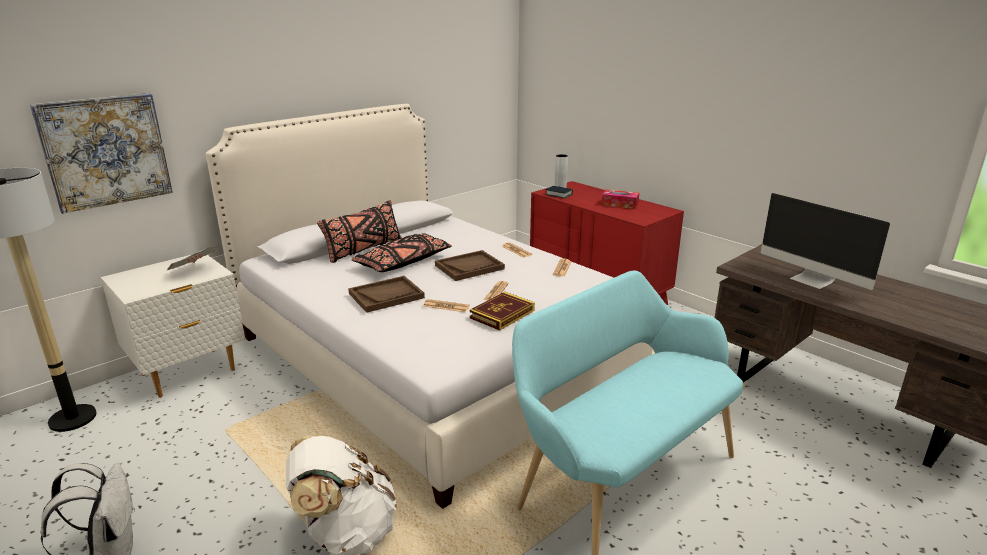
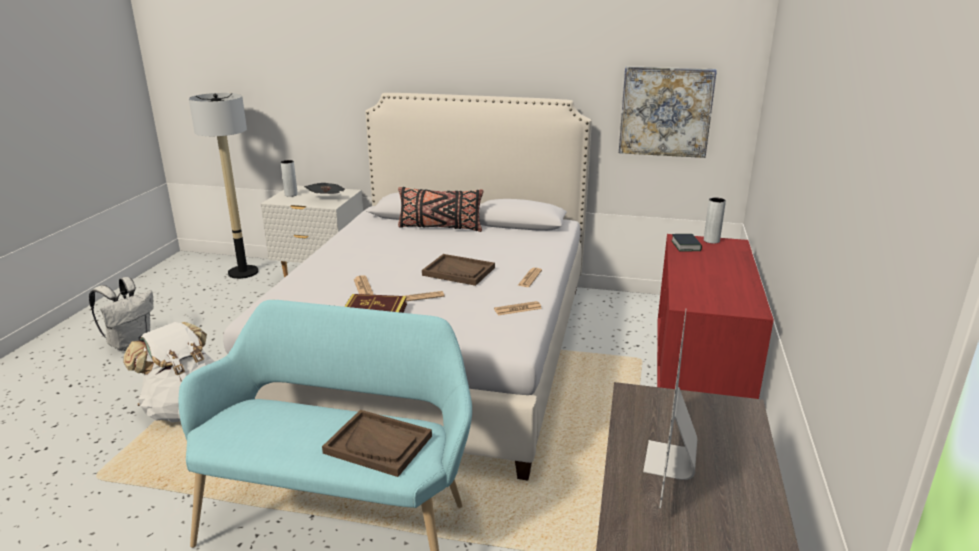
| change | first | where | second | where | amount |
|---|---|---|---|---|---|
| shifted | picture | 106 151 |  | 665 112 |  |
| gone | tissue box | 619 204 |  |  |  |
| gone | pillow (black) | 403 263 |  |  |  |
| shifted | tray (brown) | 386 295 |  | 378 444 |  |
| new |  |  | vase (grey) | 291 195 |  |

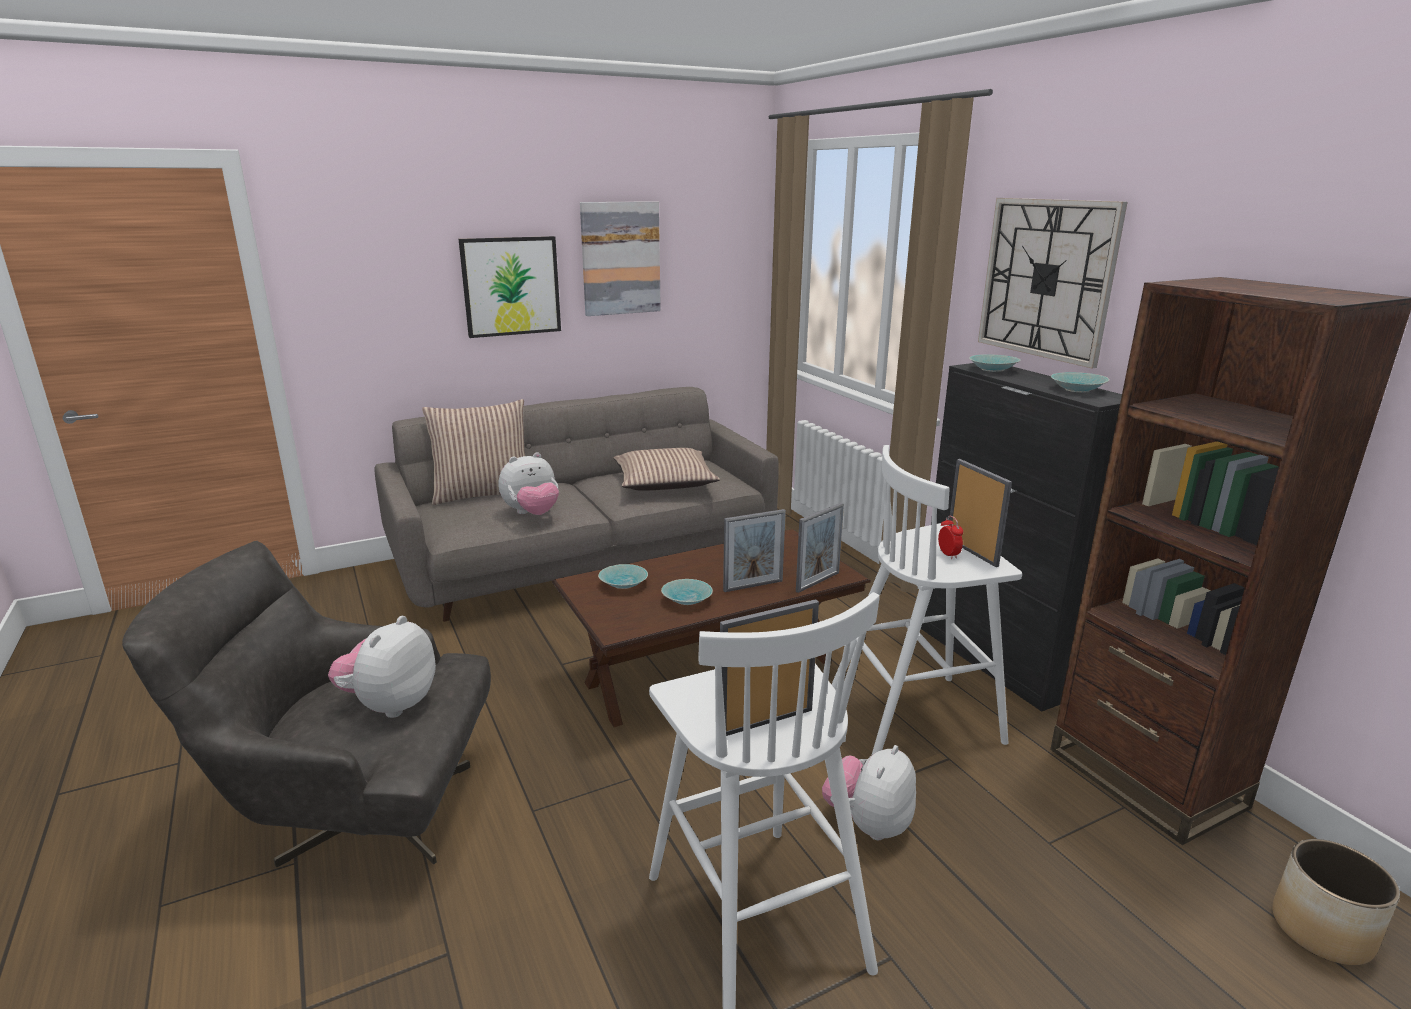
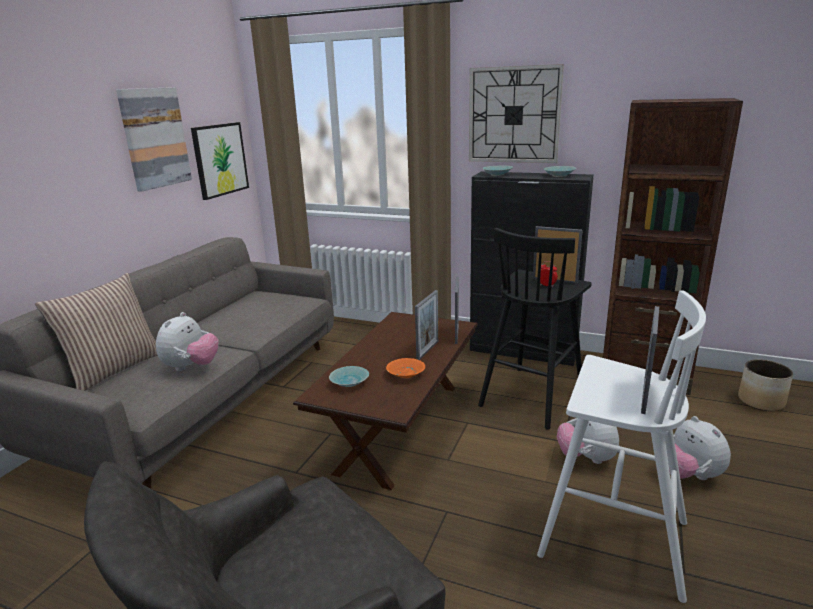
| change | first | where | second | where | amount |
|---|---|---|---|---|---|
| shifted | picture | 511 286 |  | 220 159 |  |
| repainted | stool (white) | 917 718 | stool (black) | 532 395 |  |
| gone | pillow | 664 482 |  |  |  |
| repainted | bowl (turquoise) | 685 599 | bowl (orange) | 404 374 |  |
| shifted | plush toy | 390 704 |  | 689 475 |  |

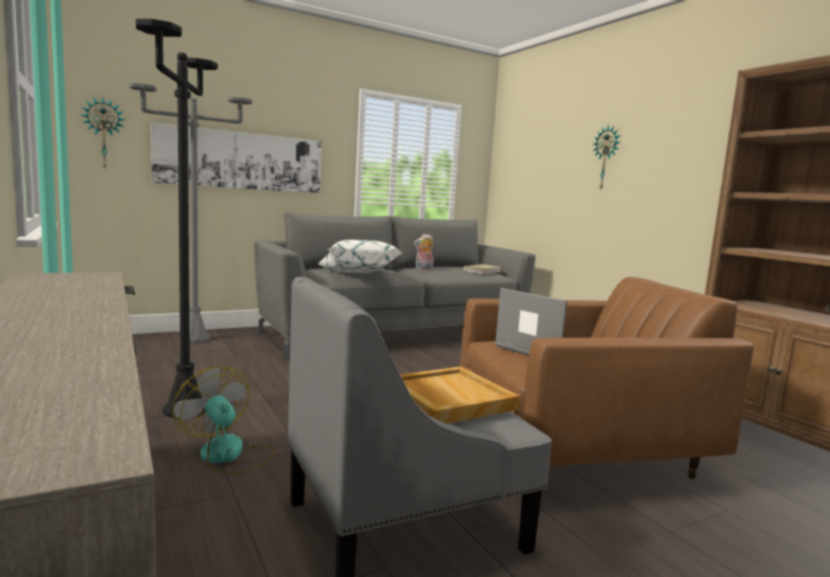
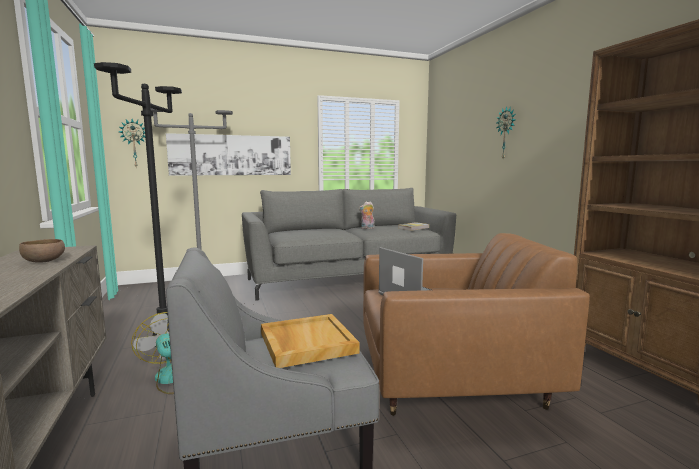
| change | first | where | second | where | amount |
|---|---|---|---|---|---|
| gone | pillow (white) | 357 274 |  |  |  |
| new |  |  | bowl (brown) | 45 261 |  |

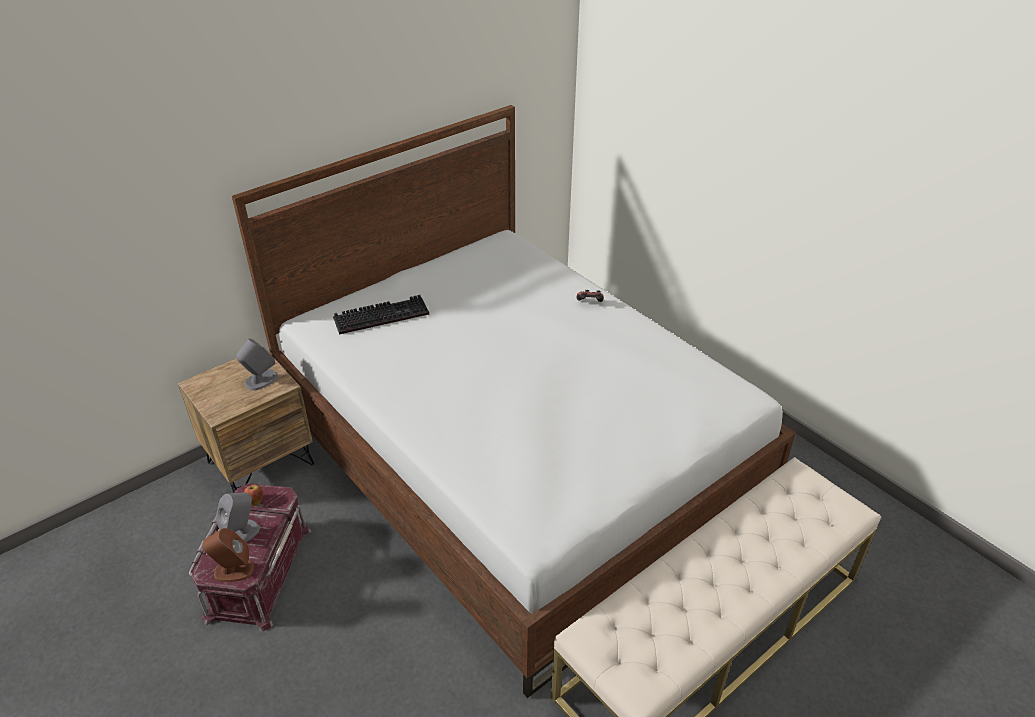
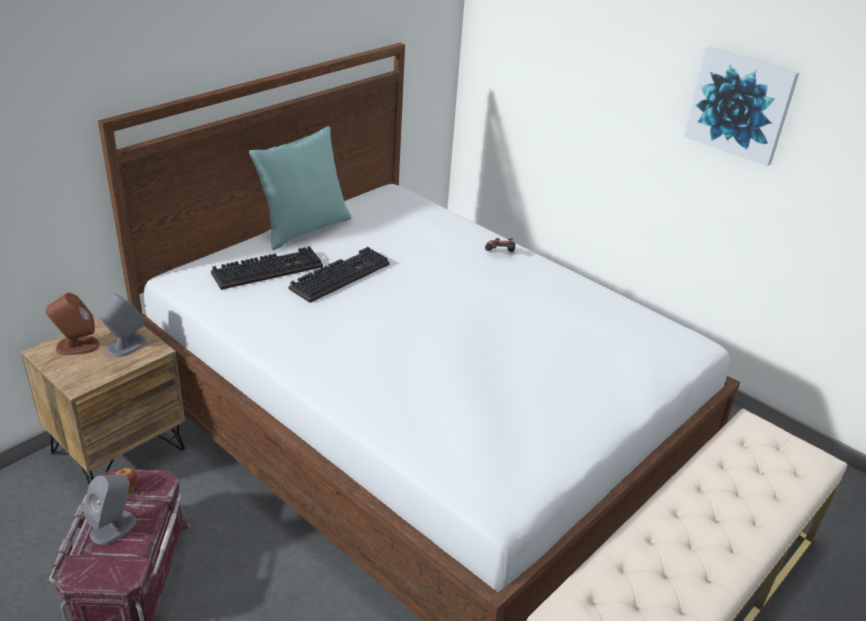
| change | first | where | second | where | amount |
|---|---|---|---|---|---|
| shifted | speaker (brown) | 233 570 |  | 76 346 |  |
| new |  |  | picture | 740 105 |  |
| new |  |  | pillow (turquoise) | 303 229 |  |
| new |  |  | keyboard | 340 275 |  |

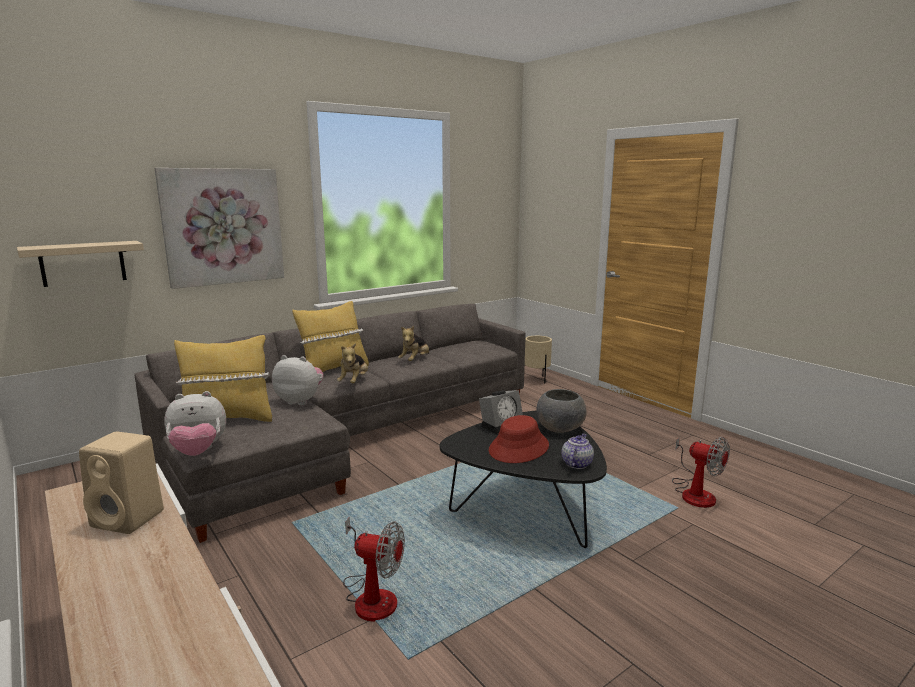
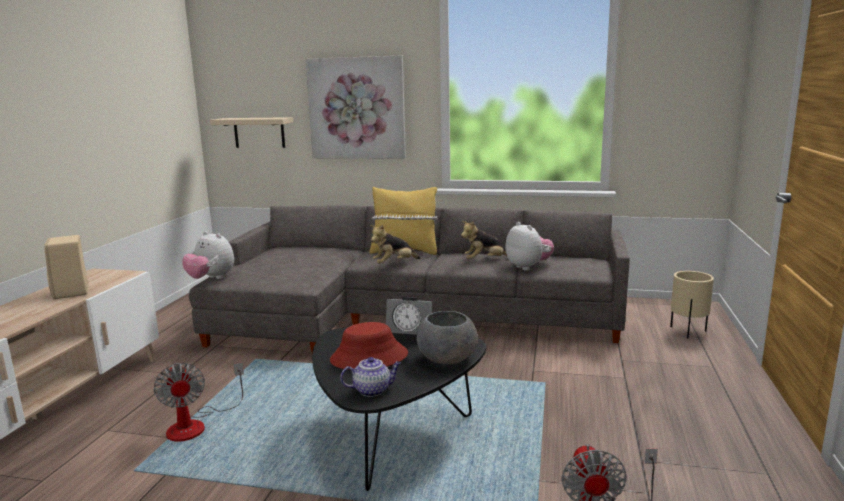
| change | first | where | second | where | amount |
|---|---|---|---|---|---|
| gone | pillow (yellow) | 227 420 |  |  |  |
| shifted | plush toy | 300 401 |  | 528 267 |  |

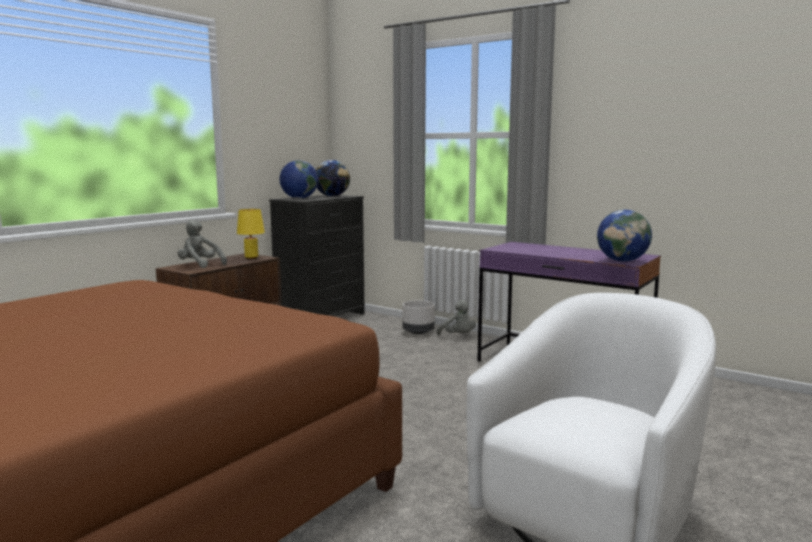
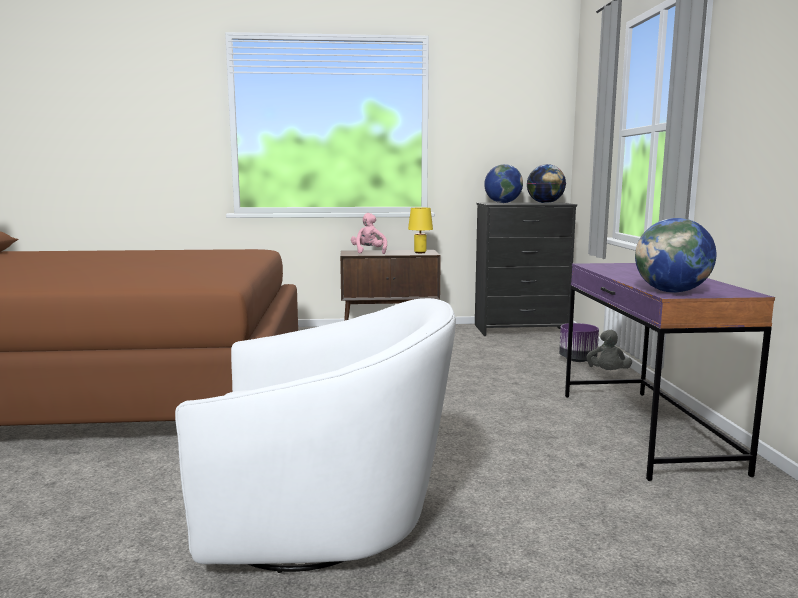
| change | first | where | second | where | amount |
|---|---|---|---|---|---|
| repainted | plush toy (grey) | 200 265 | plush toy (pink) | 368 252 |  |
| repainted | planter (grey) | 418 332 | planter (purple) | 578 360 |  |

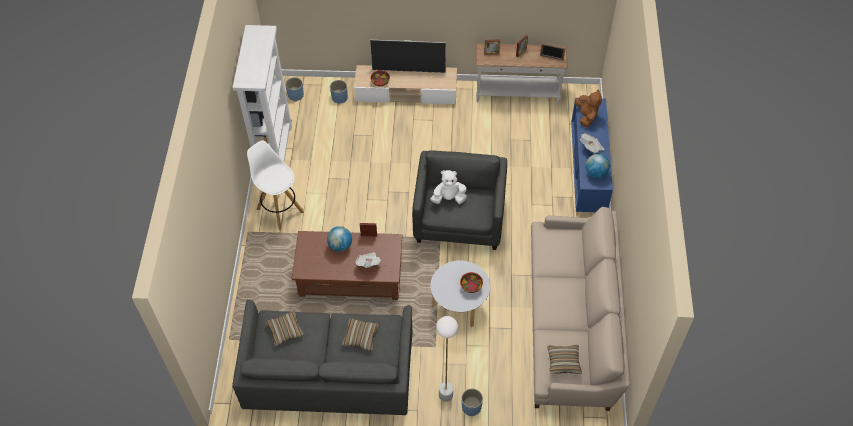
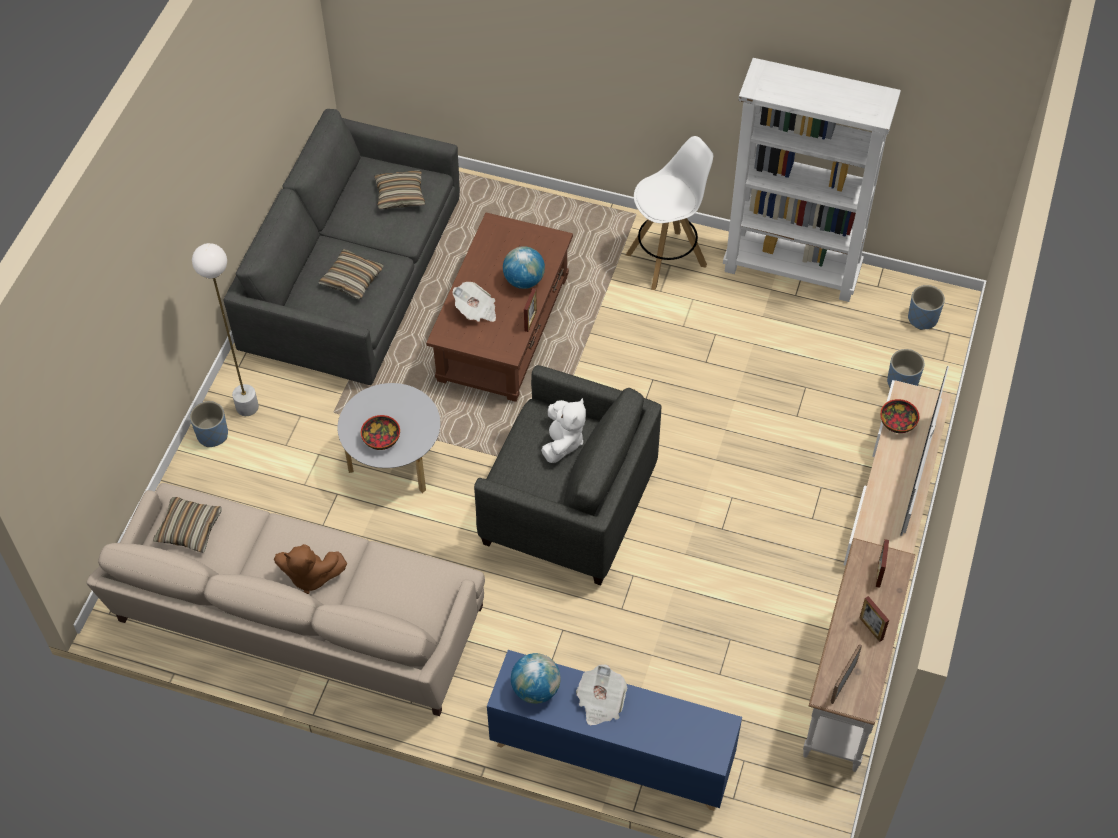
| change | first | where | second | where | amount |
|---|---|---|---|---|---|
| shifted | plush toy (brown) | 586 116 |  | 310 576 |  |

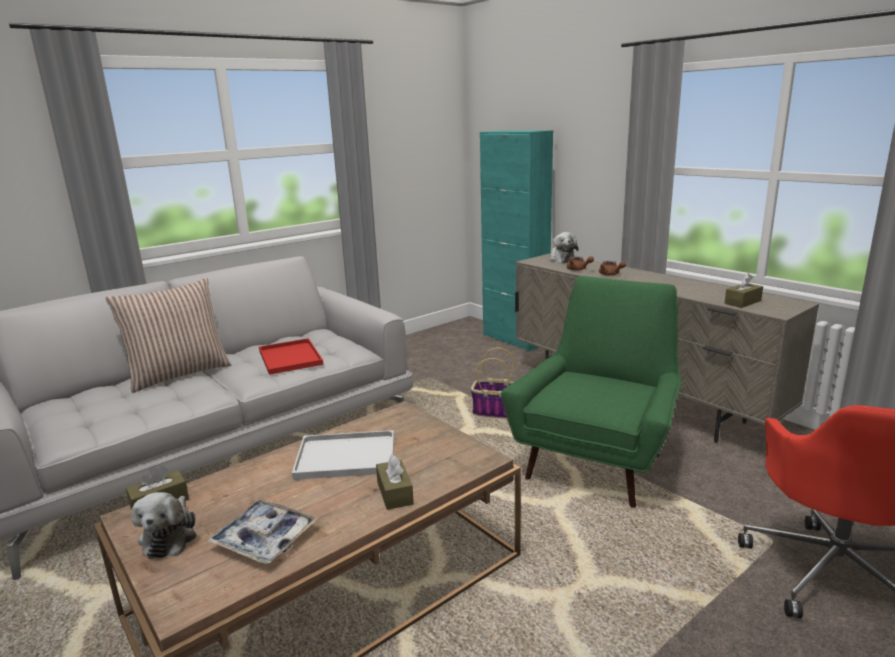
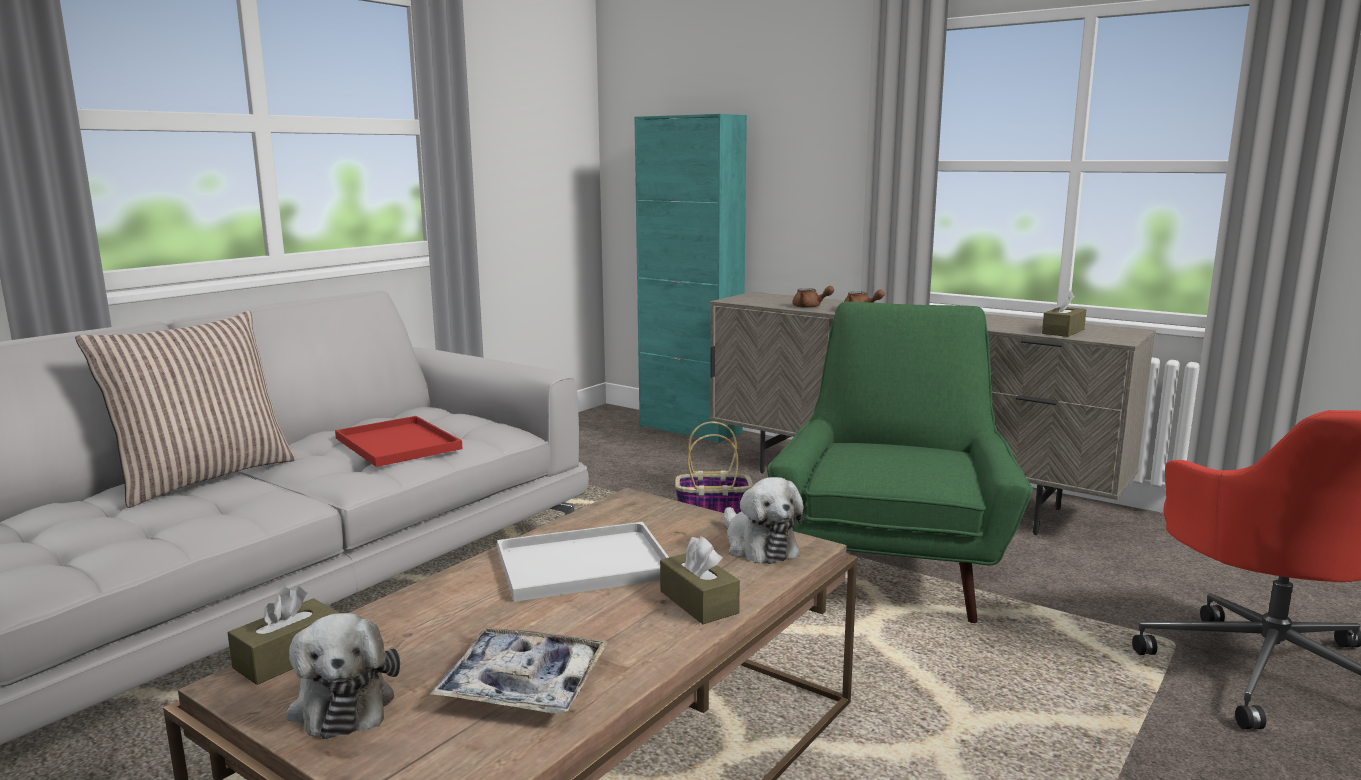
| change | first | where | second | where | amount |
|---|---|---|---|---|---|
| shifted | plush toy | 561 259 |  | 758 546 |  |

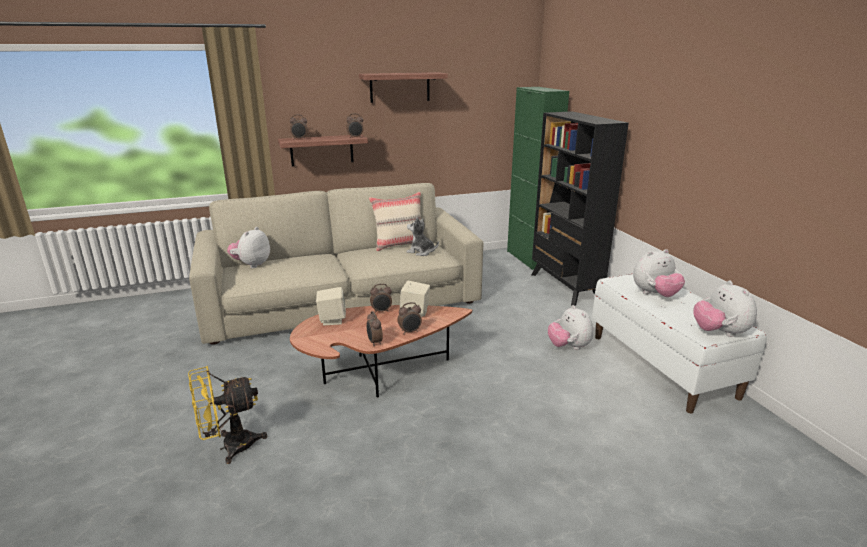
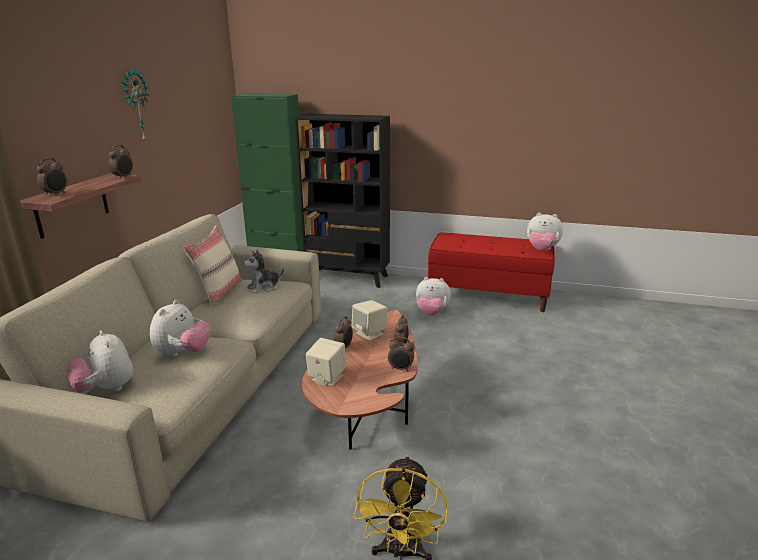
| change | first | where | second | where | amount |
|---|---|---|---|---|---|
| swapped | shelf | 400 87 | wall clock | 136 106 |  |
| shifted | plush toy | 655 294 |  | 183 353 |  |
| repainted | bench (white) | 662 365 | bench (red) | 488 295 |  |

